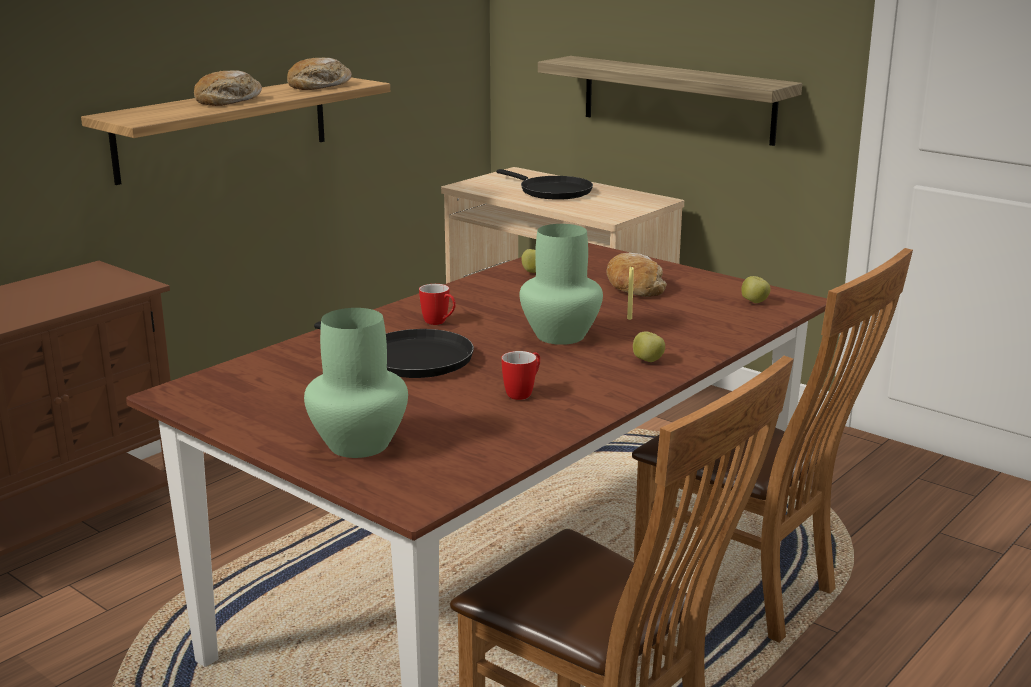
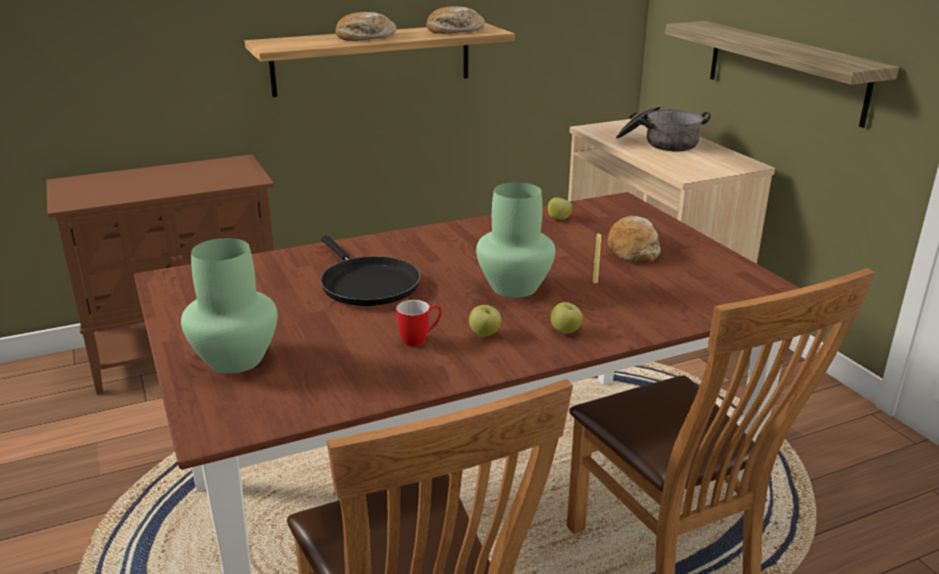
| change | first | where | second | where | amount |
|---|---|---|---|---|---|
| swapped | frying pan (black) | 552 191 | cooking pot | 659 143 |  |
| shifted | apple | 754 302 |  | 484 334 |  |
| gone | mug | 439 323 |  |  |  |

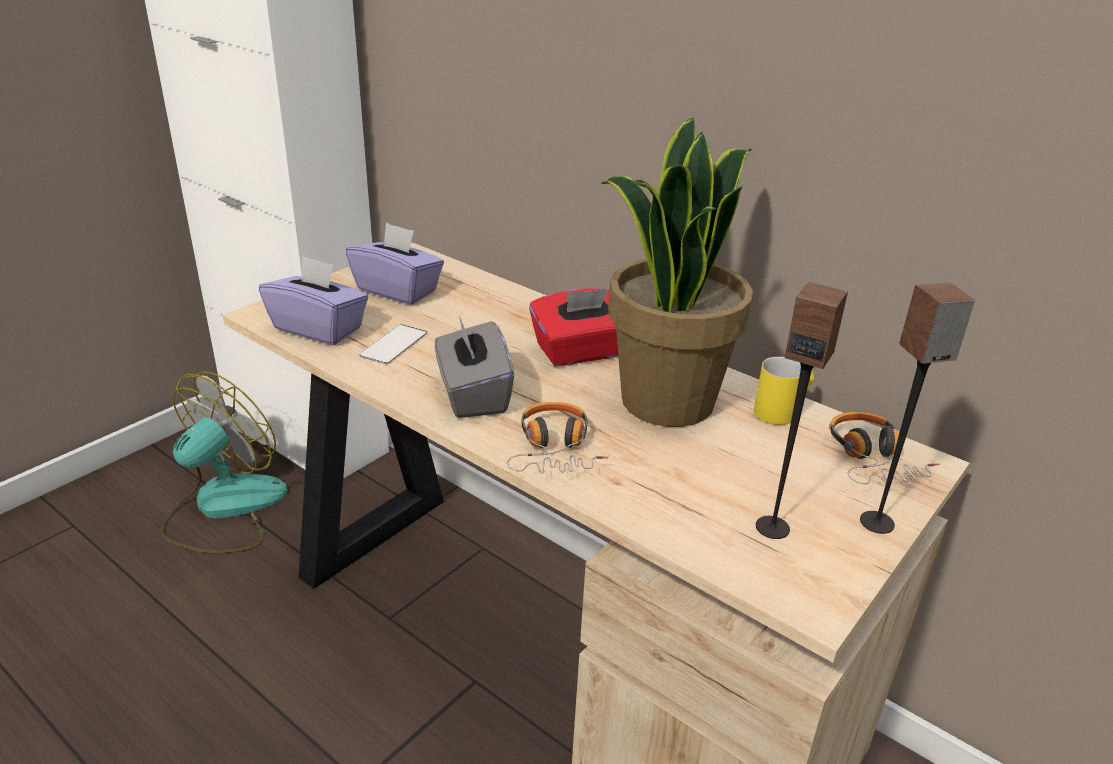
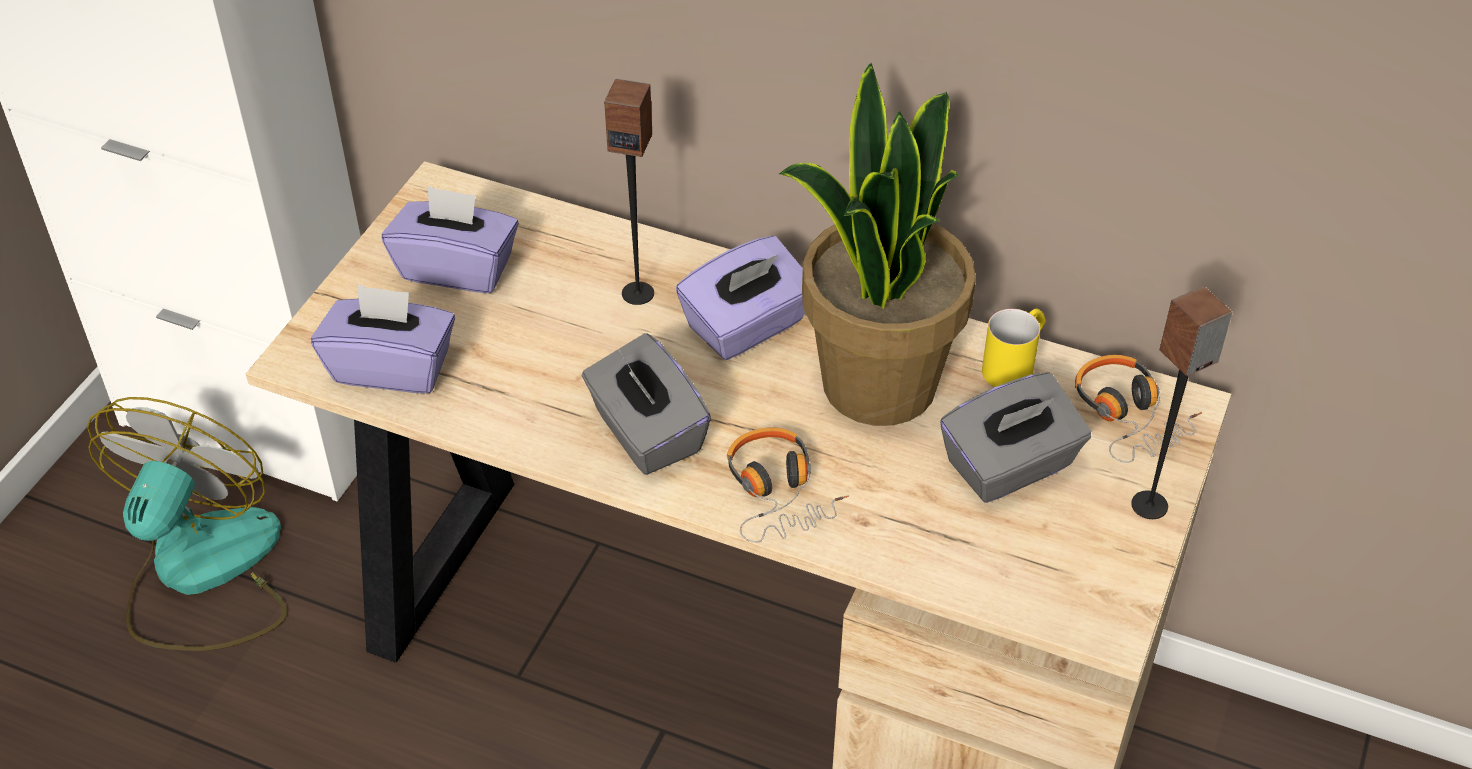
| change | first | where | second | where | amount |
|---|---|---|---|---|---|
| shifted | speaker | 772 527 |  | 638 293 |  |
| repainted | tissue box (red) | 581 352 | tissue box (purple) | 747 326 |  |
| gone | phone | 394 345 |  |  |  |
| new |  |  | tissue box (grey) | 1010 466 |  |

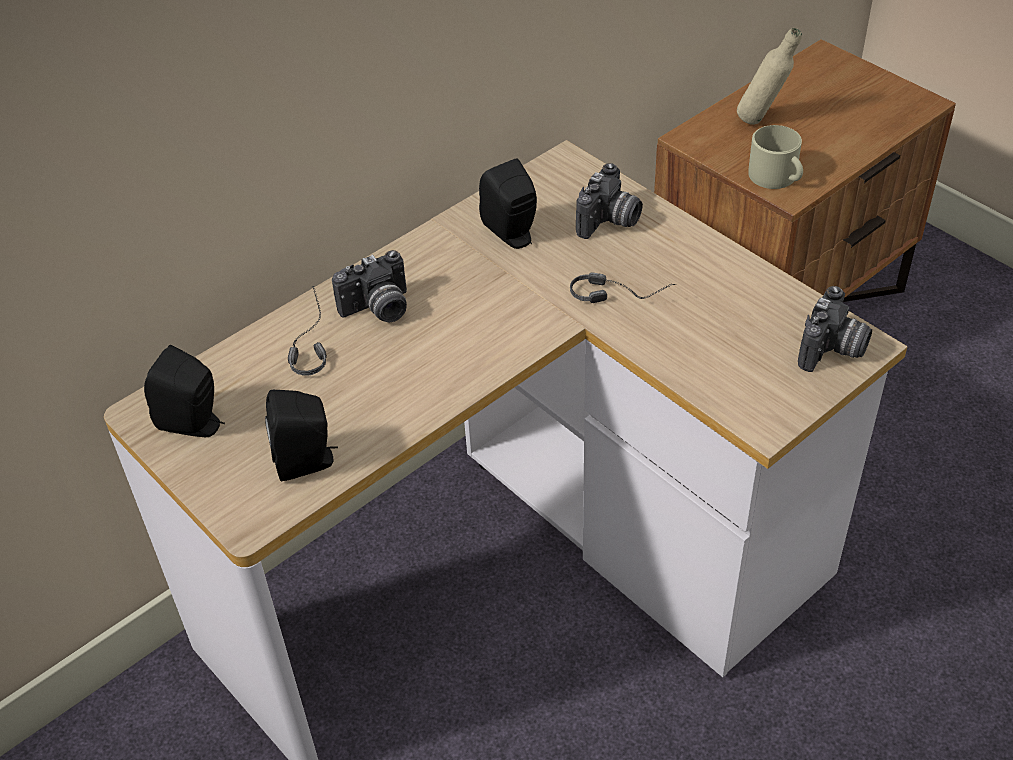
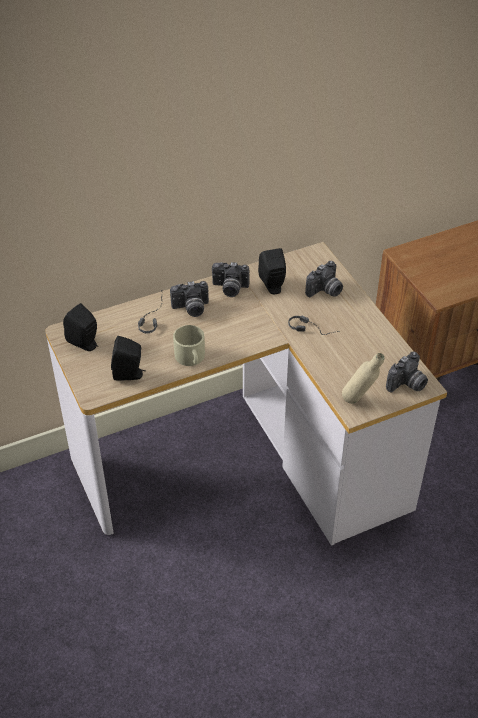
| change | first | where | second | where | amount |
|---|---|---|---|---|---|
| shifted | bottle (beige) | 762 121 |  | 359 401 |  |
| shifted | mug (beige) | 776 177 |  | 191 358 |  |
| new |  |  | photo camera | 229 289 |  |

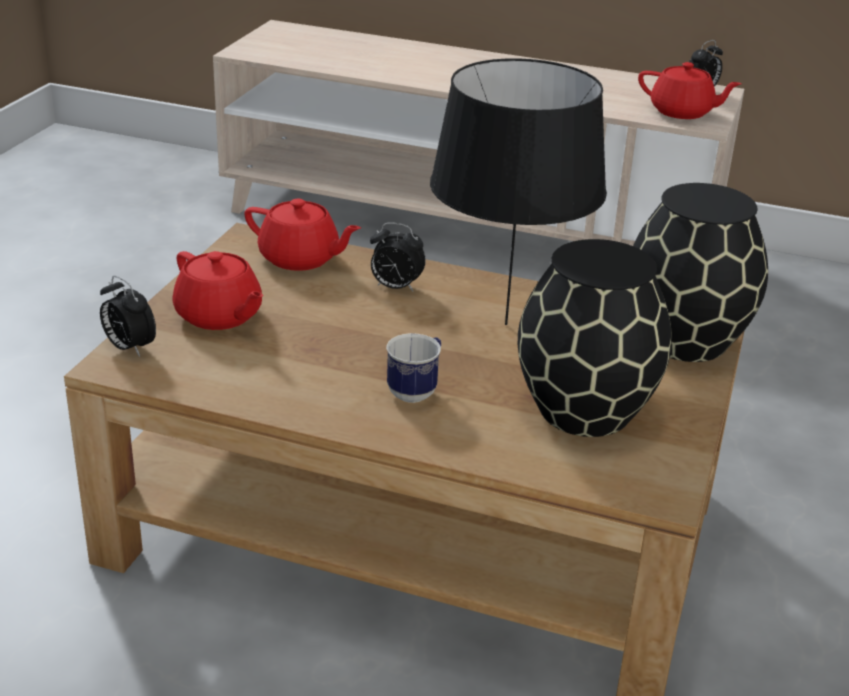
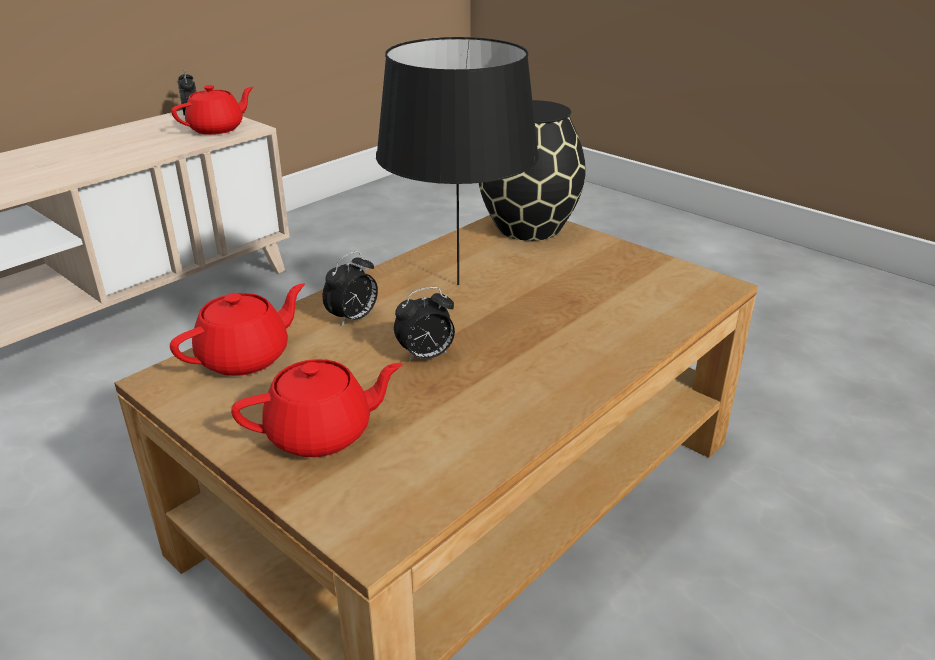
| change | first | where | second | where | amount |
|---|---|---|---|---|---|
| gone | vase (black) | 583 411 |  |  |  |
| shifted | alarm clock | 129 348 |  | 426 356 |  |
| gone | mug | 416 391 |  |  |  |

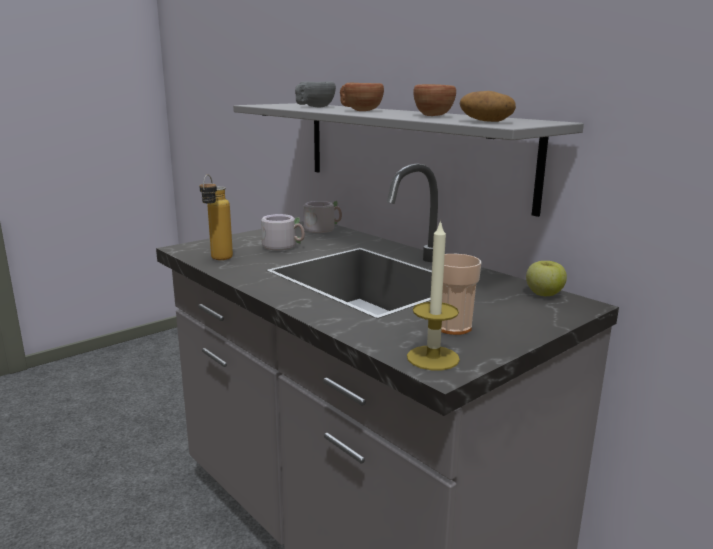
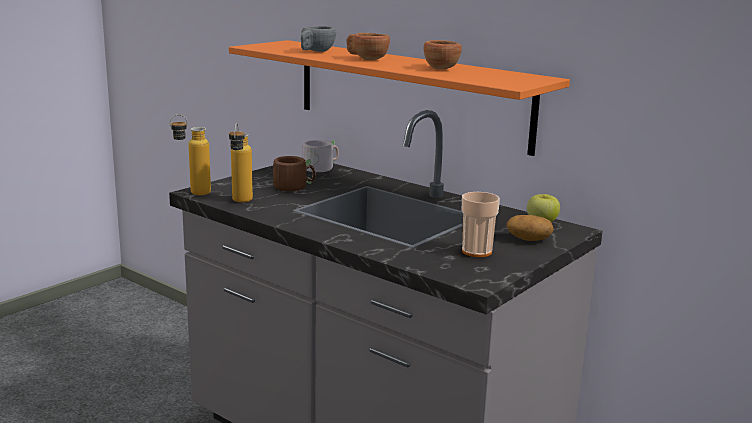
| change | first | where | second | where | amount |
|---|---|---|---|---|---|
| shifted | potato | 486 121 |  | 528 239 |  |
| repainted | shelf (grey) | 409 151 | shelf (orange) | 410 94 |  |
| repainted | mug (grey) | 284 247 | mug (brown) | 294 187 |  |
| gone | candle | 433 358 |  |  |  |
| new |  |  | bottle | 192 193 |  |

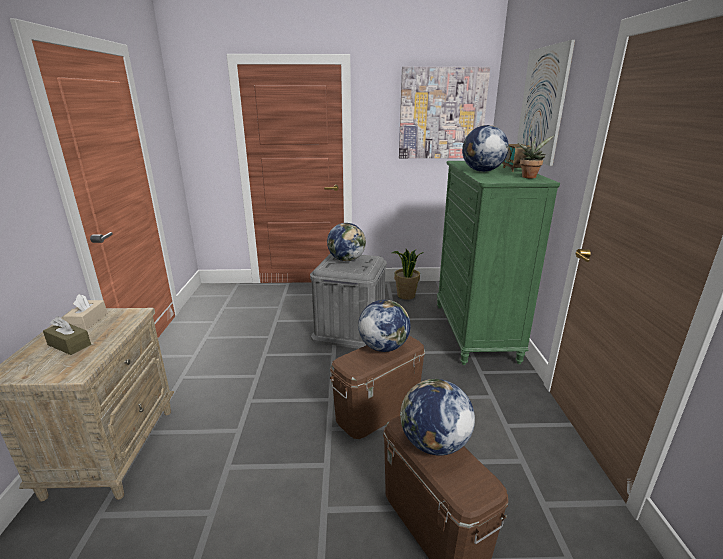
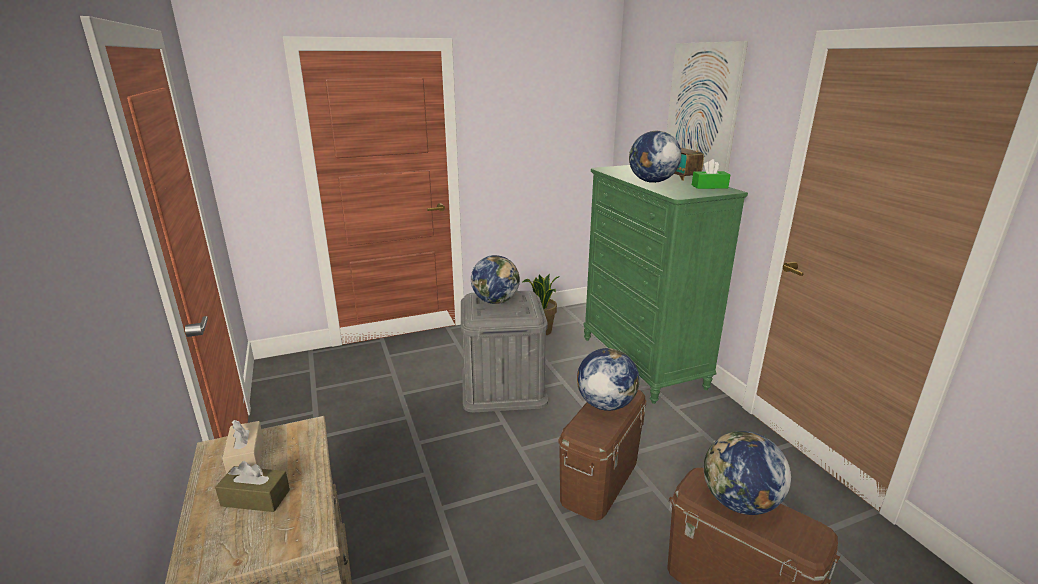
| change | first | where | second | where | amount |
|---|---|---|---|---|---|
| gone | picture | 442 114 |  |  |  |
| swapped | potted plant | 529 177 | tissue box (green) | 709 186 |  |

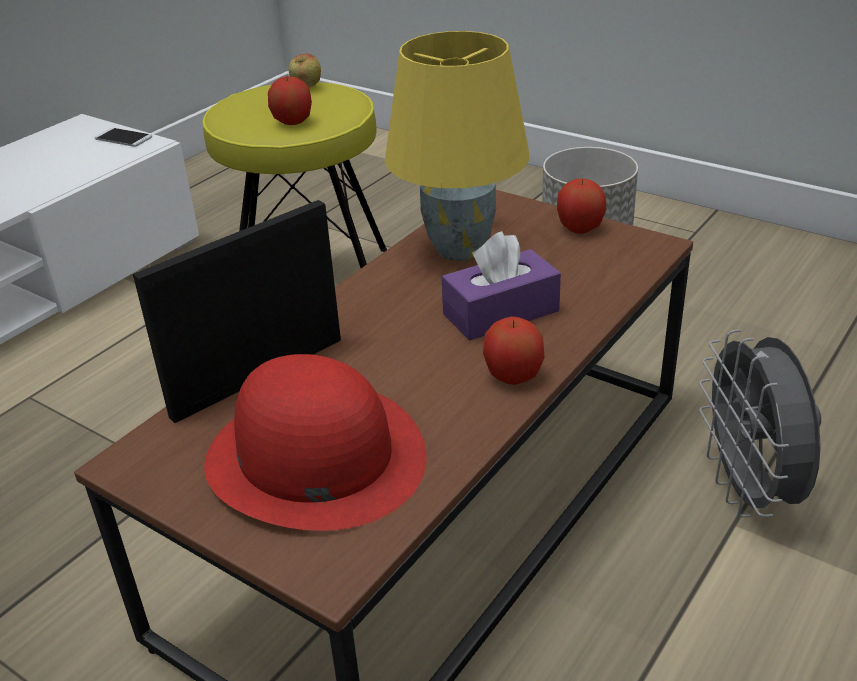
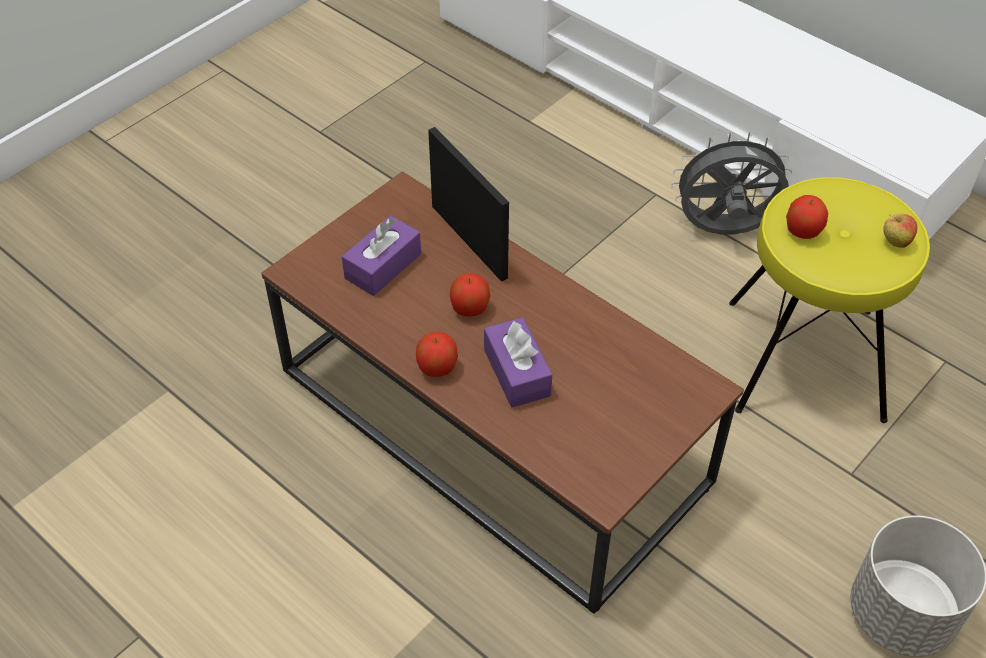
| change | first | where | second | where | amount |
|---|---|---|---|---|---|
| gone | table lamp (yellow) | 458 250 |  |  |  |
| gone | phone | 123 138 |  |  |  |
| shifted | apple | 579 228 |  | 469 308 |  |
| shifted | fan (grey) | 749 492 |  | 724 231 |  |
| swapped | hat (red) | 314 457 | tissue box (purple) | 383 266 |  |

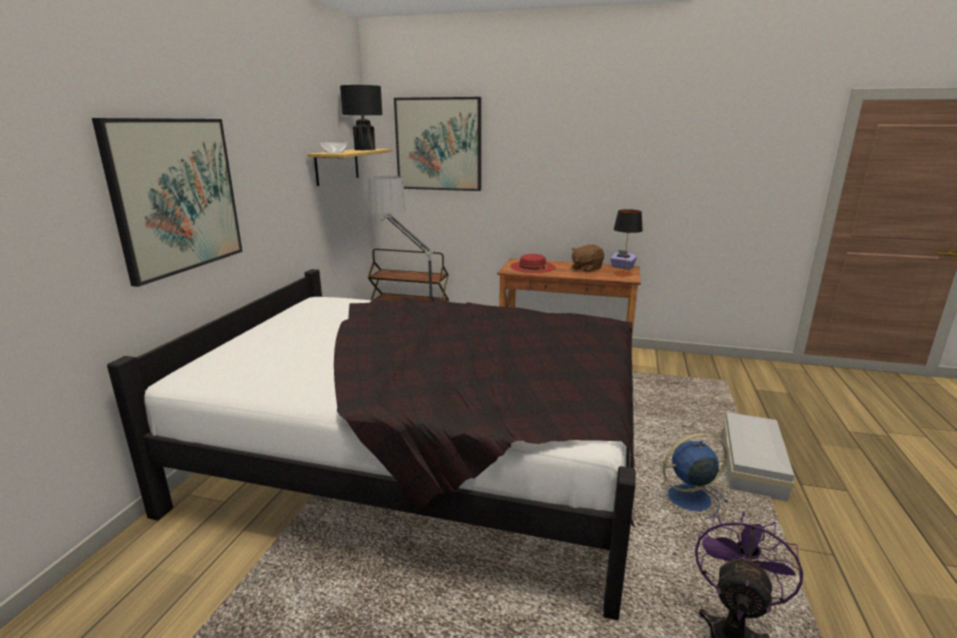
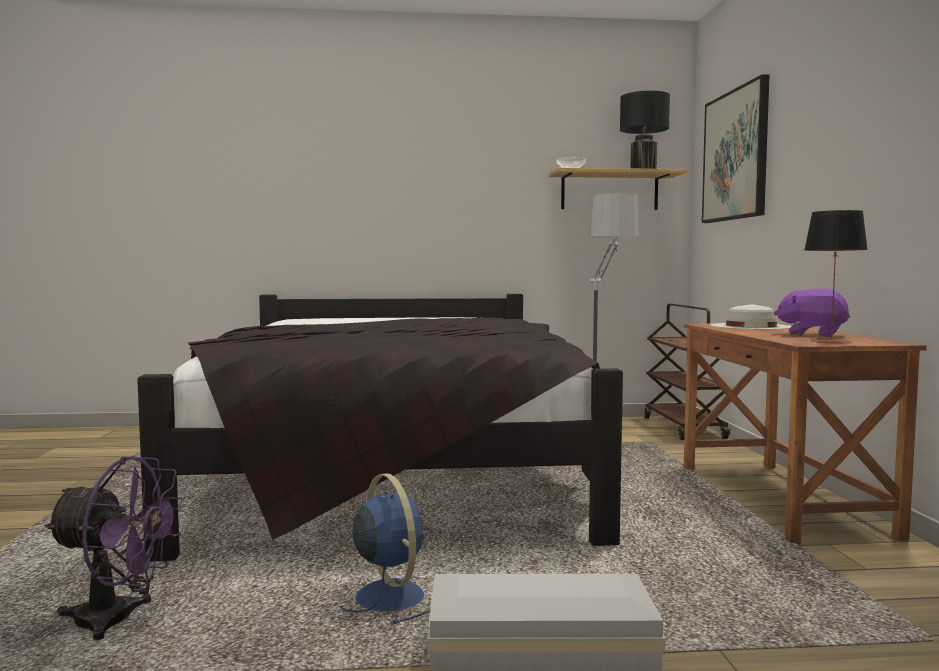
| change | first | where | second | where | amount |
|---|---|---|---|---|---|
| gone | picture | 176 196 |  |  |  |
| repainted | plush toy (brown) | 586 268 | plush toy (purple) | 812 334 |  |
| gone | tissue box (purple) | 622 267 |  |  |  |
| repainted | hat (red) | 532 267 | hat (white) | 751 326 |  |

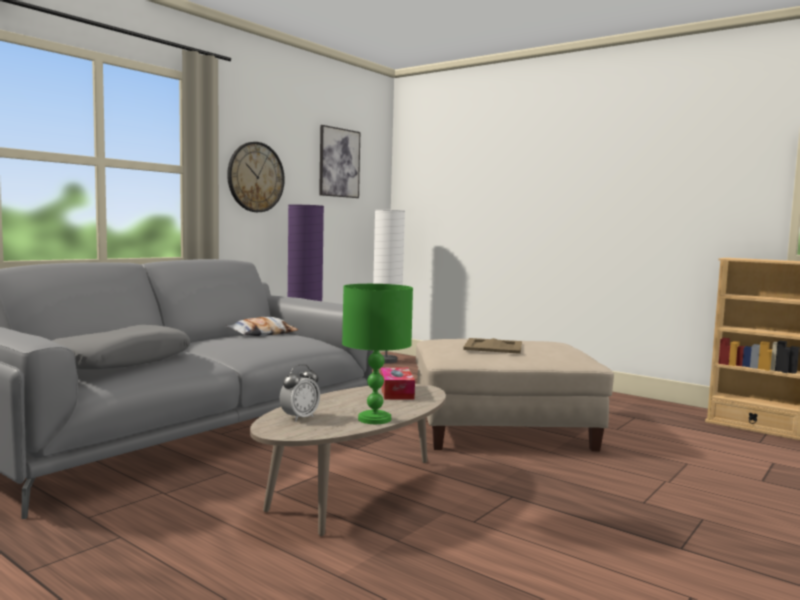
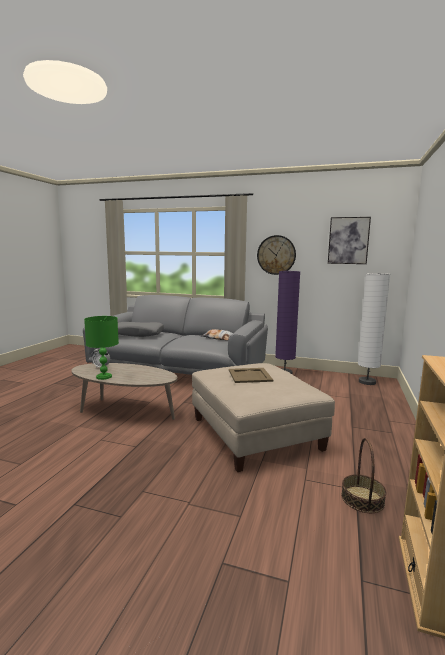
| change | first | where | second | where | amount |
|---|---|---|---|---|---|
| gone | tissue box | 396 392 |  |  |  |
| new |  |  | basket | 362 499 |  |

